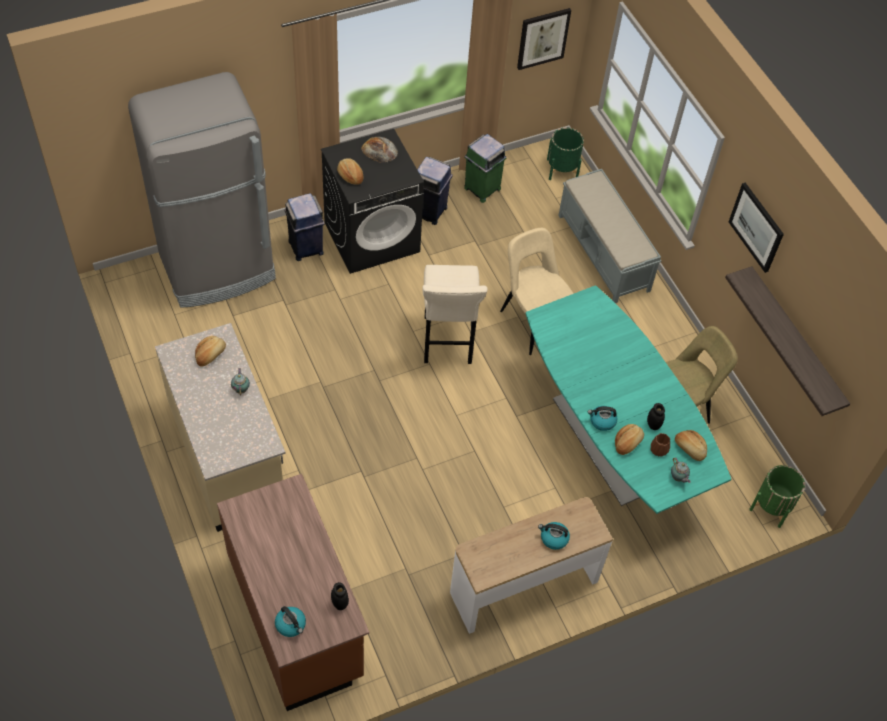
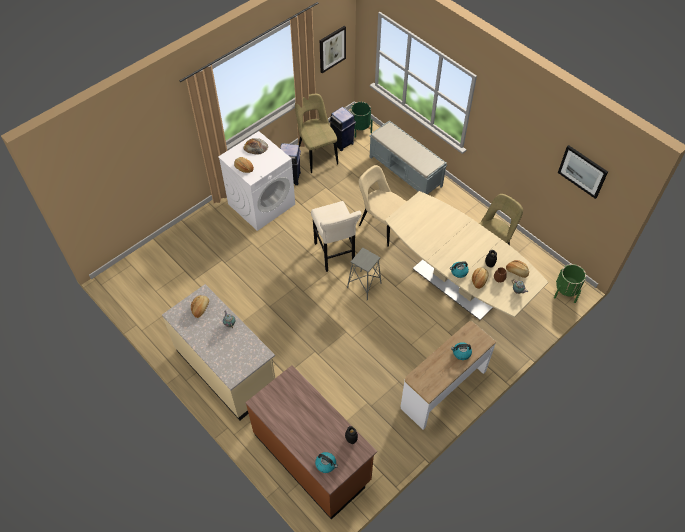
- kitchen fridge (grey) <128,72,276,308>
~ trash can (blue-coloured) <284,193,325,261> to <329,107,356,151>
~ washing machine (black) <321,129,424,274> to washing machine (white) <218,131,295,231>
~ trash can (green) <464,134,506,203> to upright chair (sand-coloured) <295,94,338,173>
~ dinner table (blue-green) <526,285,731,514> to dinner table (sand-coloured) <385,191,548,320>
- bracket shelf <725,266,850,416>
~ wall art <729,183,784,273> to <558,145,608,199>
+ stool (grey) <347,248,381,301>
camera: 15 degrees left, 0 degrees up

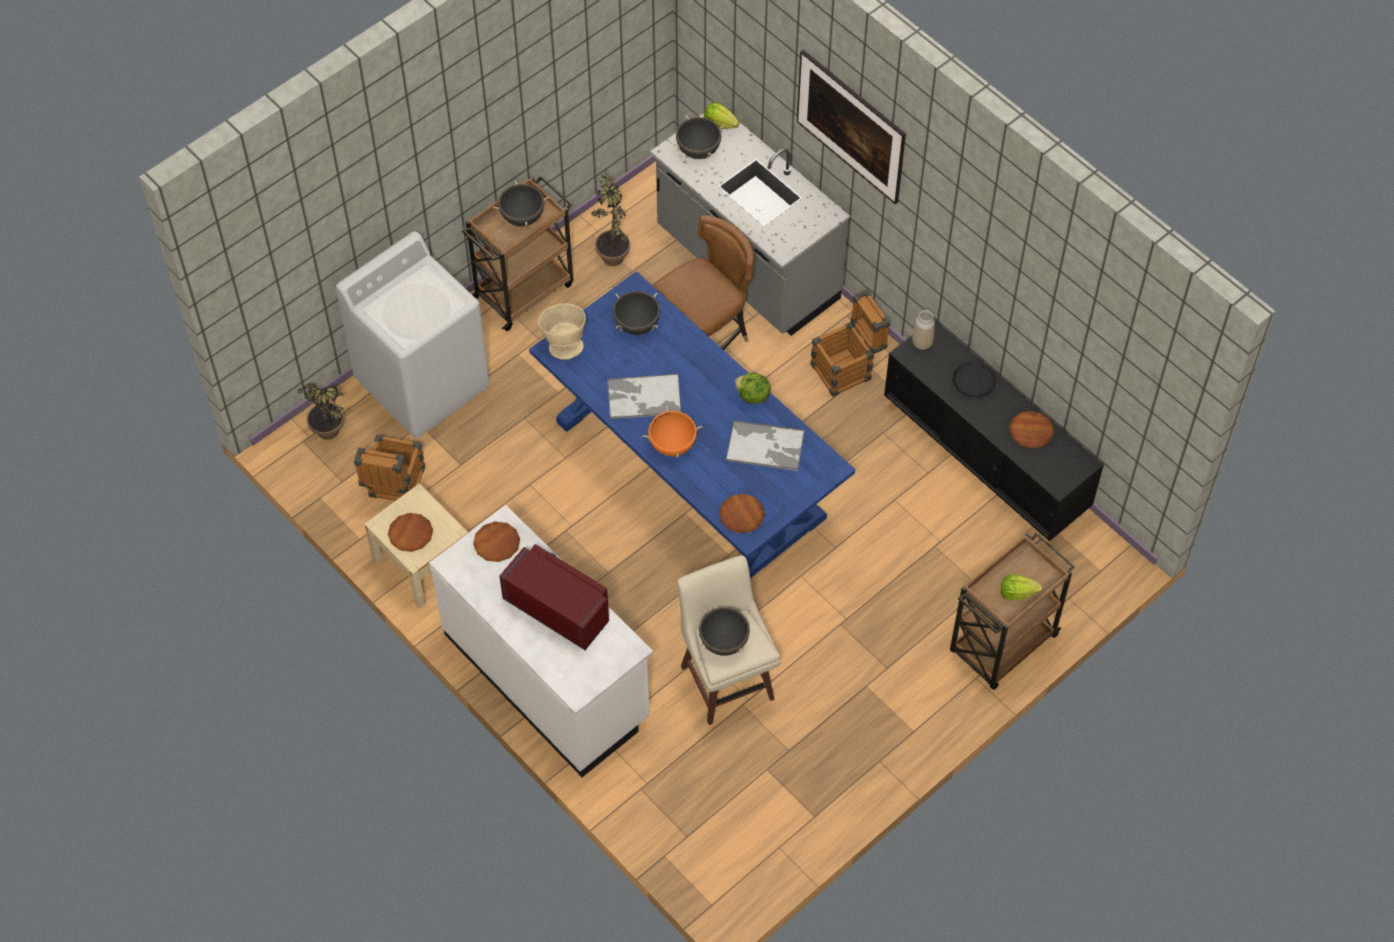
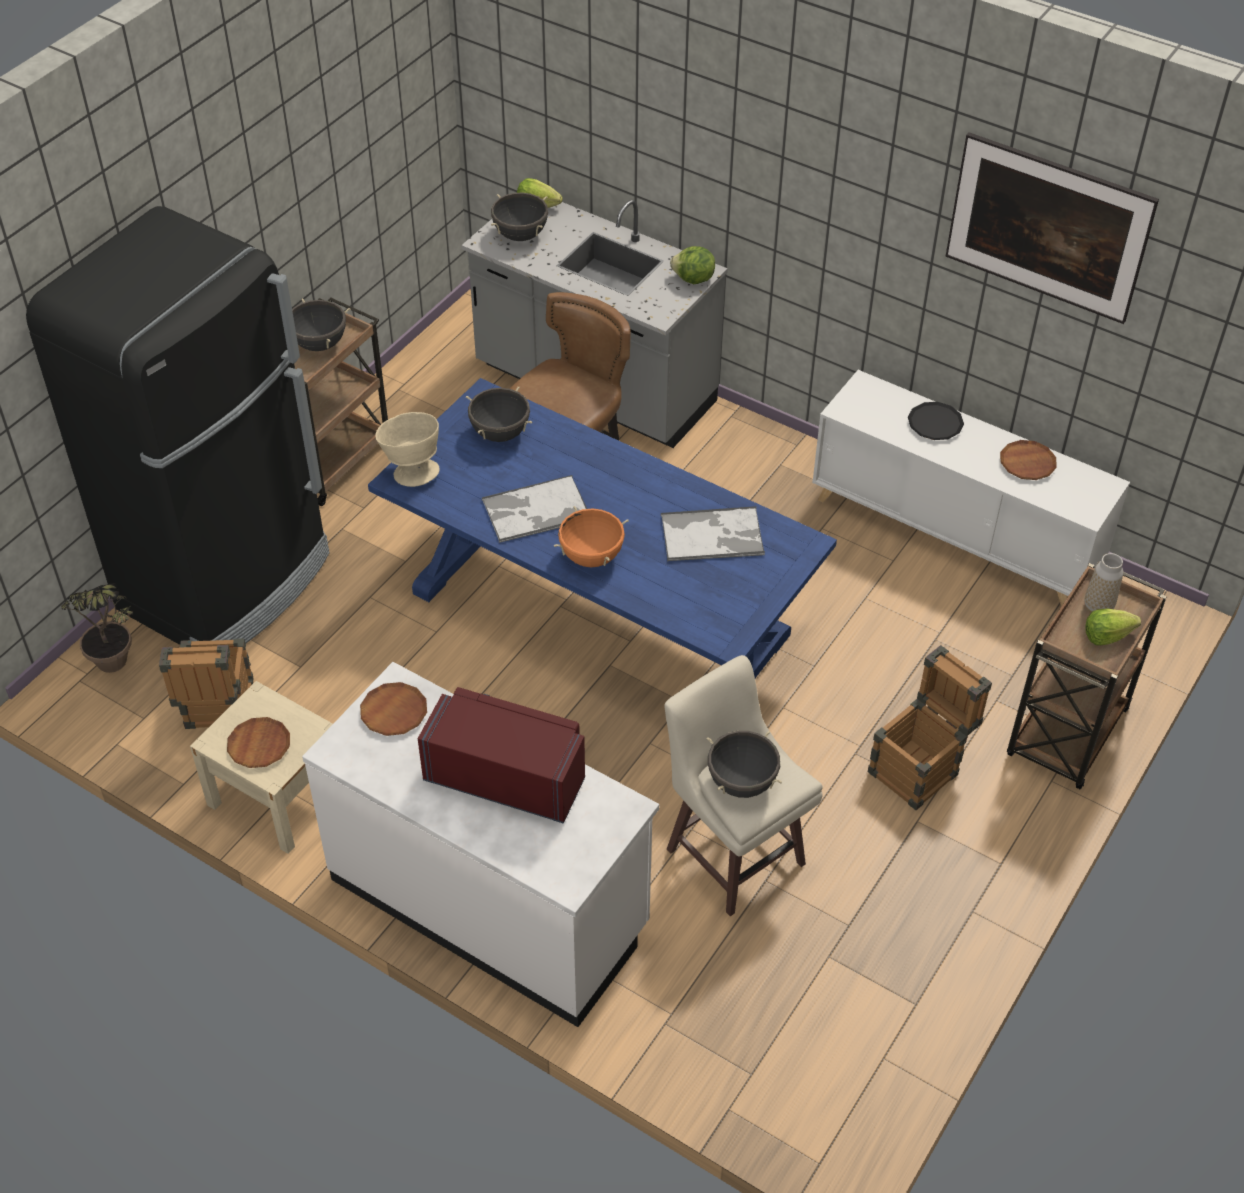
~ washing machine (white) <336,231,489,438> to kitchen fridge (black) <26,206,330,645>
- houseplant <591,165,630,266>
- plate (brownish) <719,494,765,533>
~ lettuce <735,373,771,404> to <670,246,715,284>
~ wall art <797,50,906,204> to <945,132,1159,324>
~ shipping crate <811,290,890,397> to <868,645,992,810>
~ cabinet (black) <884,320,1104,546> to cabinet (white) <812,370,1130,606>
~ vase <912,310,935,350> to <1085,553,1123,613>
camera: 15 degrees left, 10 degrees down

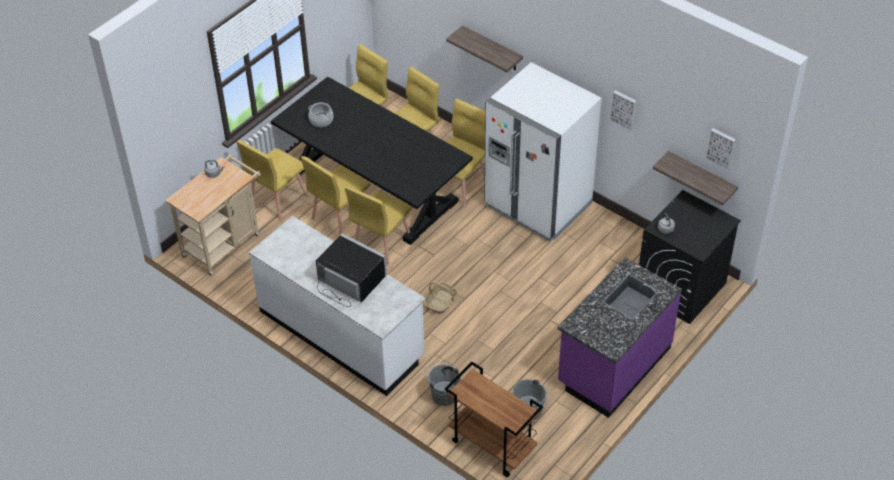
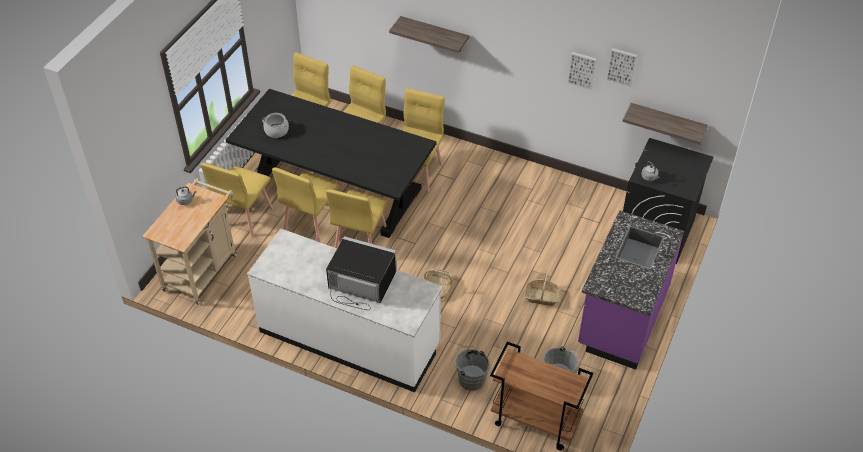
- kitchen fridge (white) <484,62,602,243>
~ wall art <706,128,736,170> to <607,48,637,87>
+ storage basket <525,272,560,306>
camera: 15 degrees left, 0 degrees up

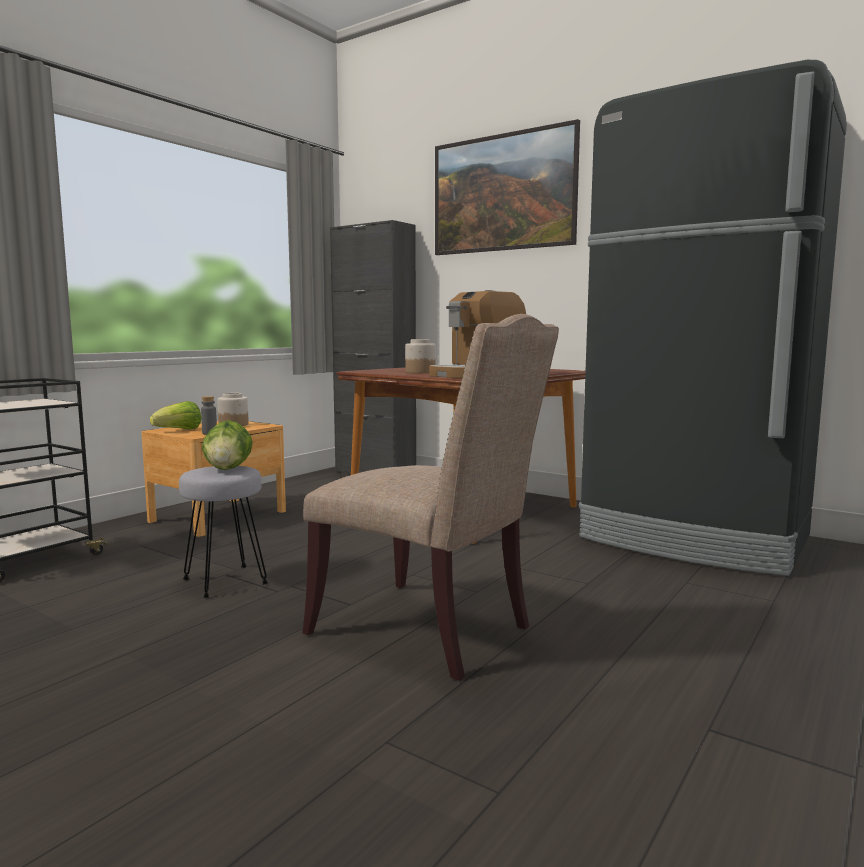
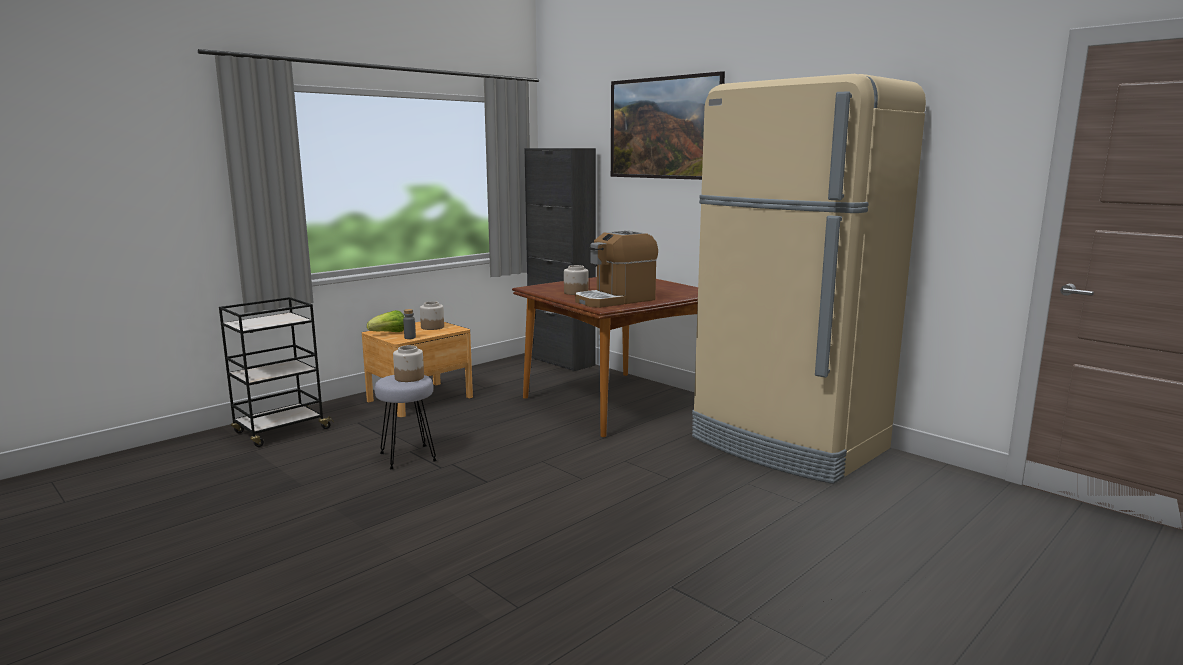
~ lettuce <202,420,253,470> to storage jar <393,345,424,382>
- upright chair (sand-coloured) <302,314,559,681>
~ kitchen fridge (black) <579,60,847,576> to kitchen fridge (sand-coloured) <692,74,926,484>
camera: 10 degrees right, 5 degrees up

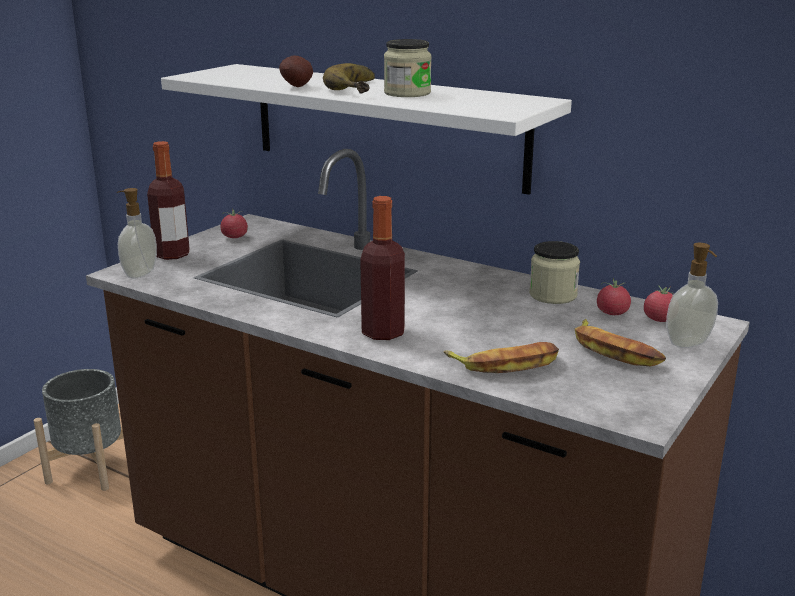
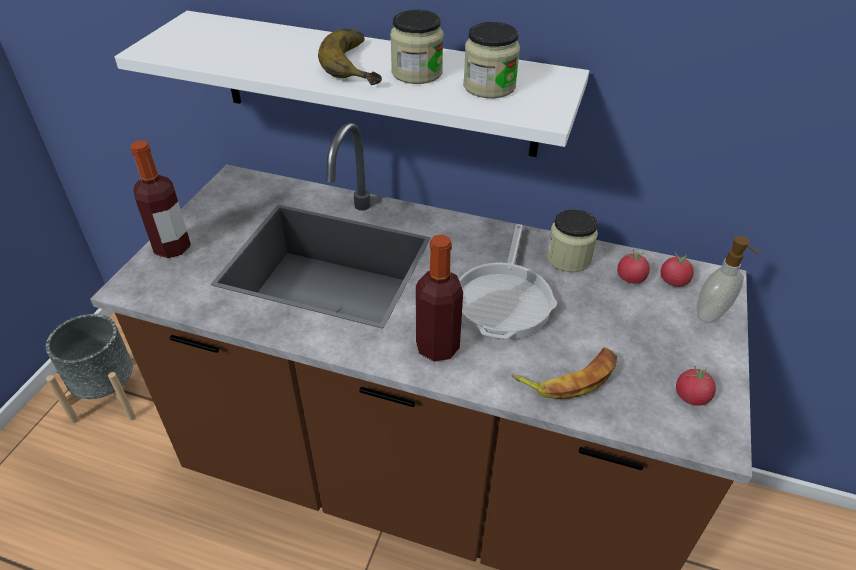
- soap bottle <117,188,157,279>
~ whole tomato <220,208,248,238> to <676,366,716,406>
- spud <279,56,313,87>
- whole banana <575,319,666,367>
+ frying pan <459,224,557,339>
+ storage jar <463,22,520,98>
camera: 15 degrees left, 20 degrees up

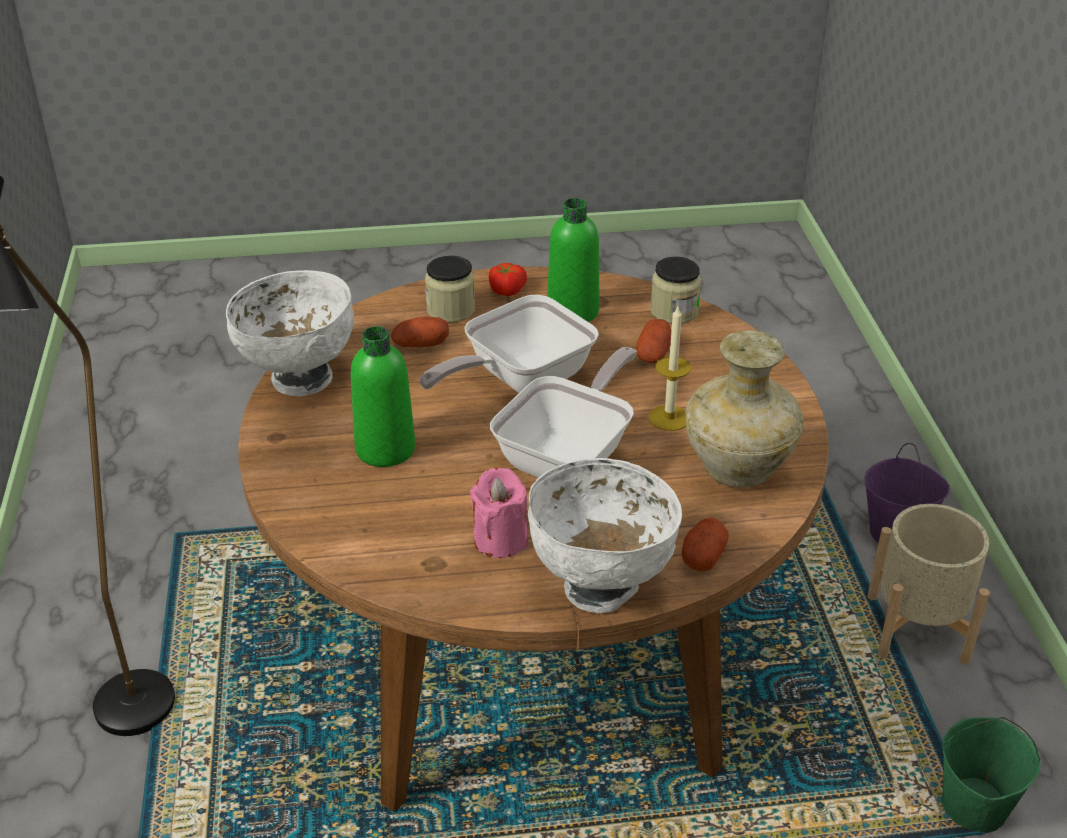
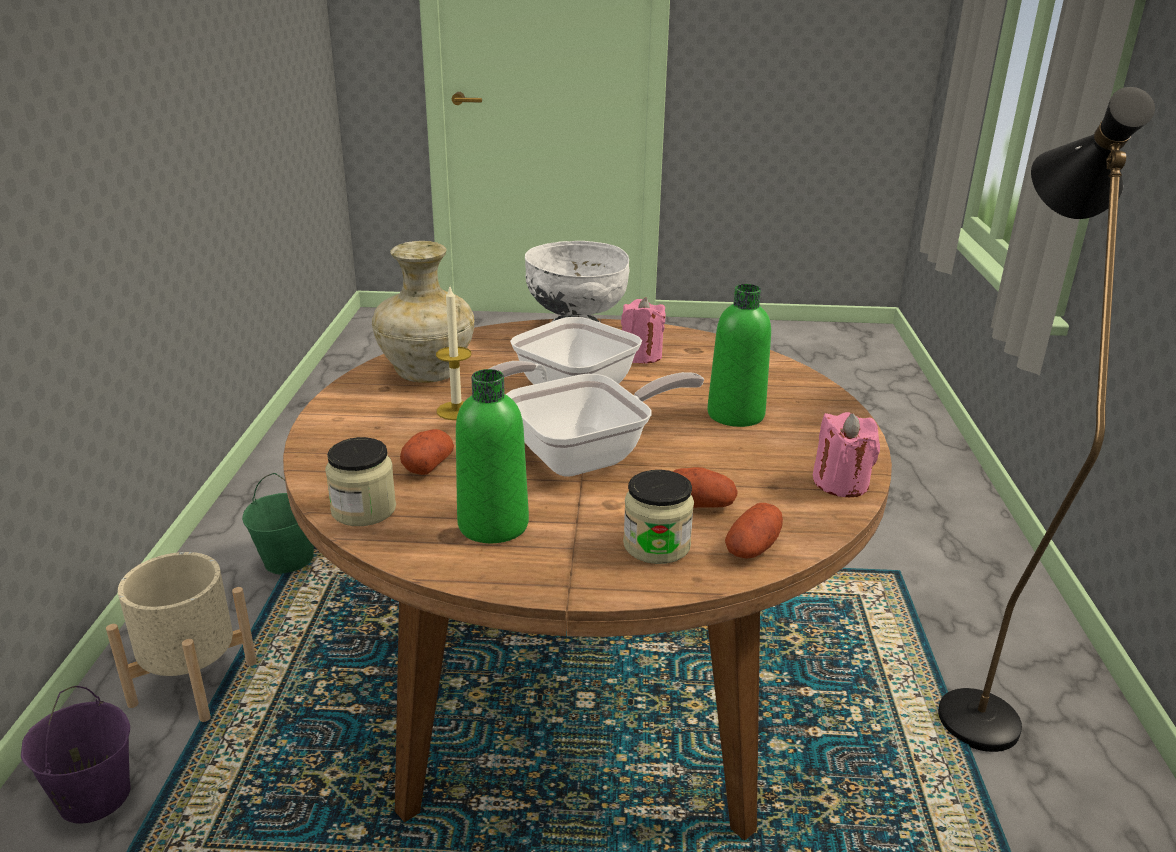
~ deep dish (white) <226,270,354,396> to wax candle (pink-coloured) <813,412,880,497>
- whole tomato <489,263,527,296>
~ spud <682,518,729,572> to <725,503,783,559>
camera: 170 degrees left, 10 degrees down

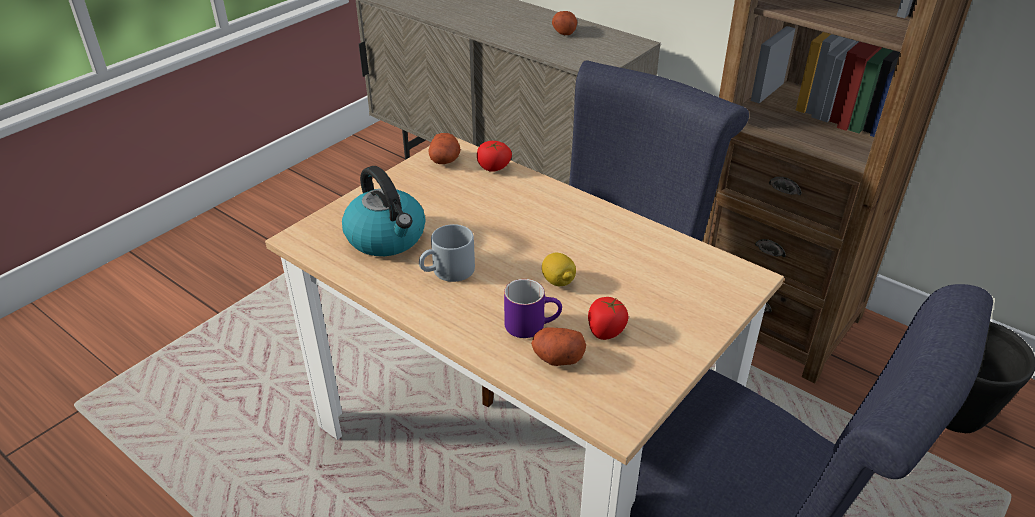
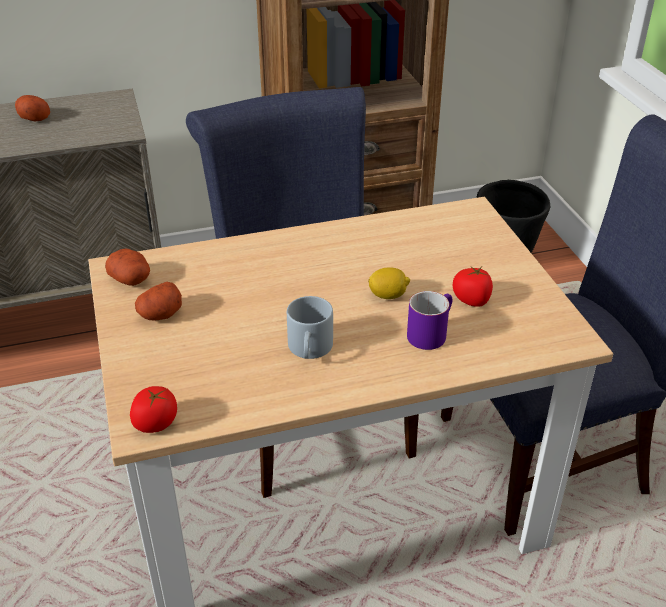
- tea kettle <342,166,425,256>
~ whole tomato <477,141,512,172> to <130,386,177,433>
~ spud <531,327,586,366> to <135,282,182,321>
camera: 55 degrees left, 0 degrees up

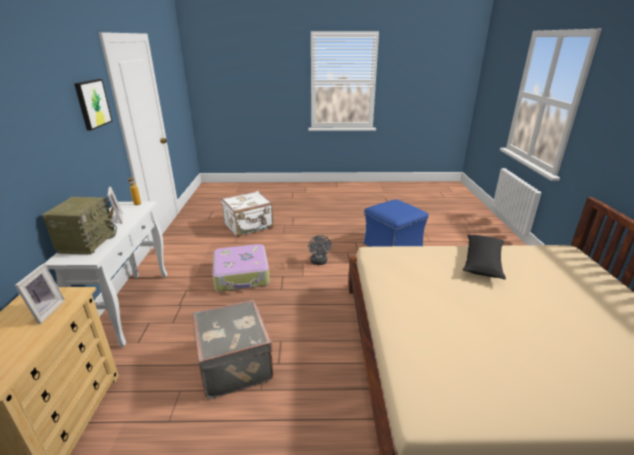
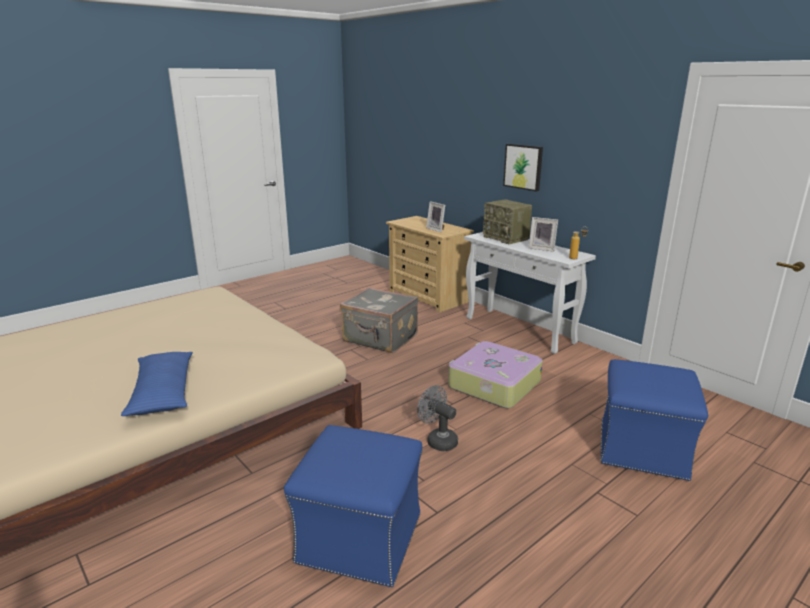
~ wall art <74,79,113,130> to <503,144,543,191>
~ piece of luggage (white) <221,191,274,237> to ottoman (blue-coloured) <600,359,708,481>
~ cushion (black) <463,234,506,279> to cushion (blue-coloured) <121,352,193,416>
camera: 140 degrees right, 5 degrees down

